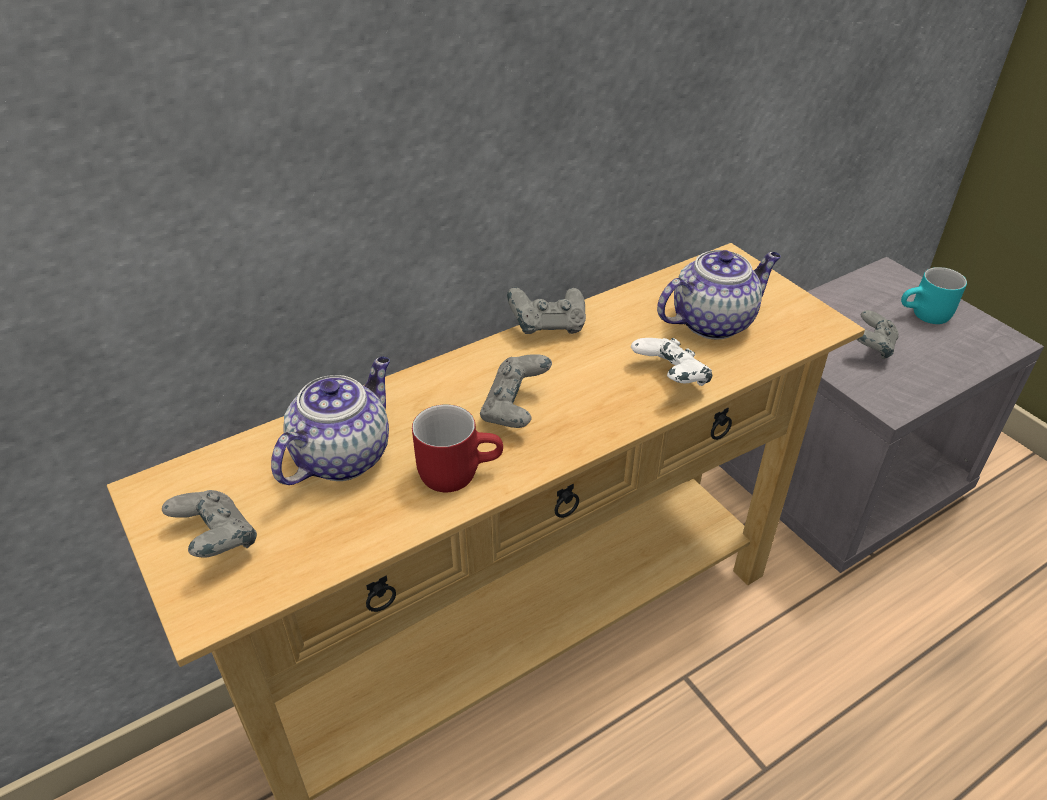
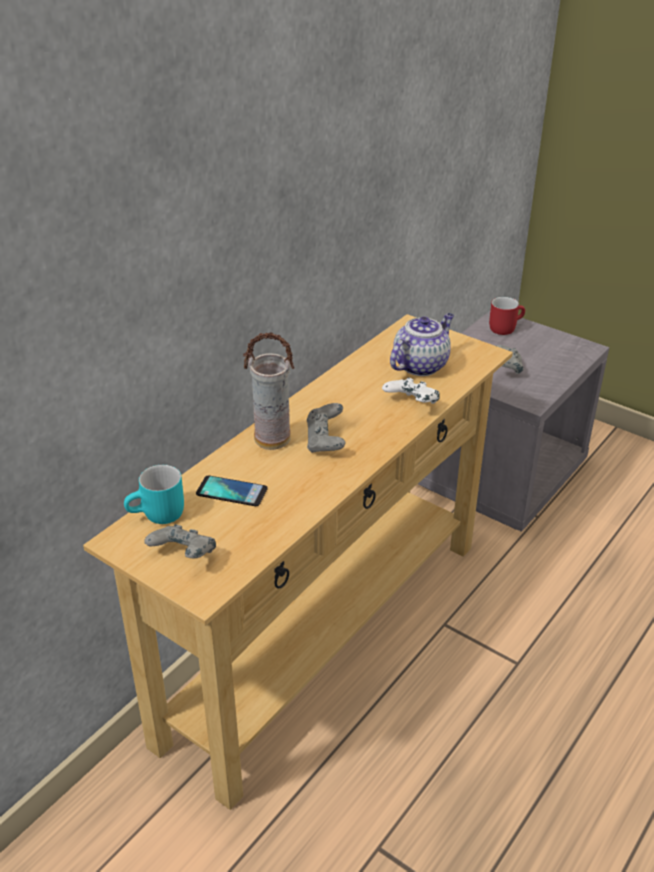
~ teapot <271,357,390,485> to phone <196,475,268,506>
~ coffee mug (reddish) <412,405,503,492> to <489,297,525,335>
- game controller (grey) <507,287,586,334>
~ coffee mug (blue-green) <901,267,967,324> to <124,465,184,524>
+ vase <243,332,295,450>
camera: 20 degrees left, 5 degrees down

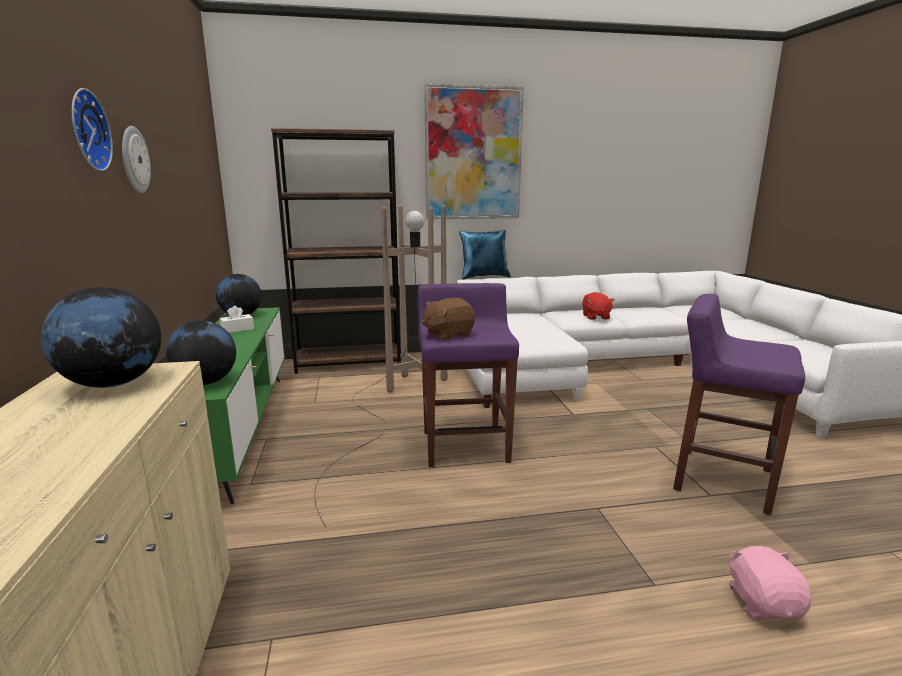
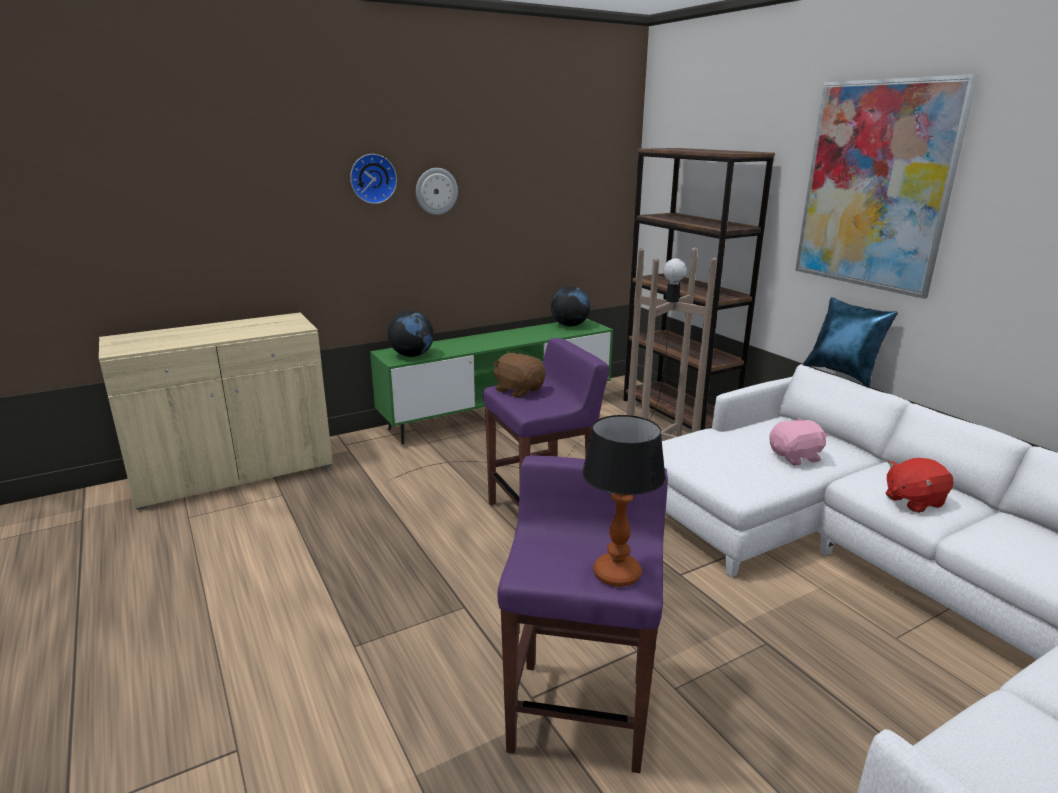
- desk globe <41,287,161,388>
- box of tissues (white) <220,306,254,333>
~ plush toy (pink-coloured) <729,546,811,620> to <769,418,828,466>
+ lamp for a table <582,415,666,587>
camera: 70 degrees right, 5 degrees up

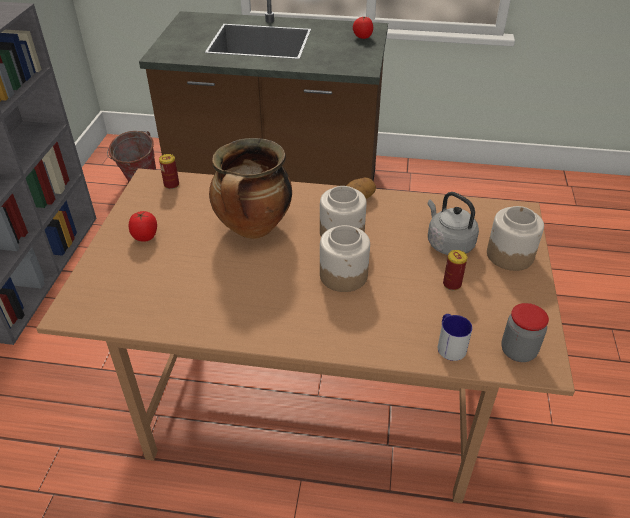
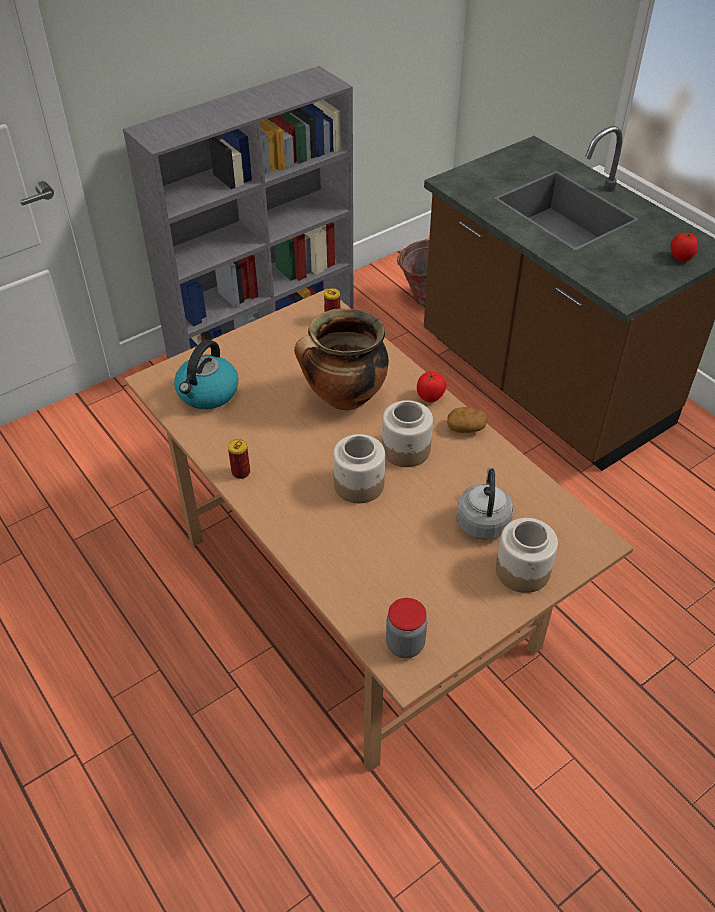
~ whole tomato <129,211,157,242> to <417,371,446,403>
- coffee mug <438,314,472,361>
~ sealed can <443,250,467,290> to <228,439,250,479>
+ tea kettle <174,340,239,409>
camera: 45 degrees right, 5 degrees up

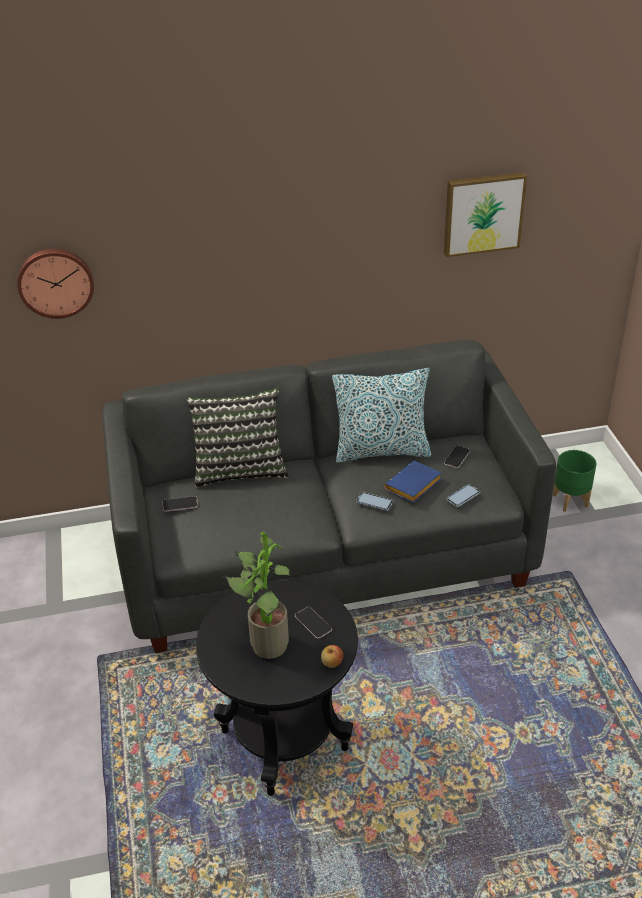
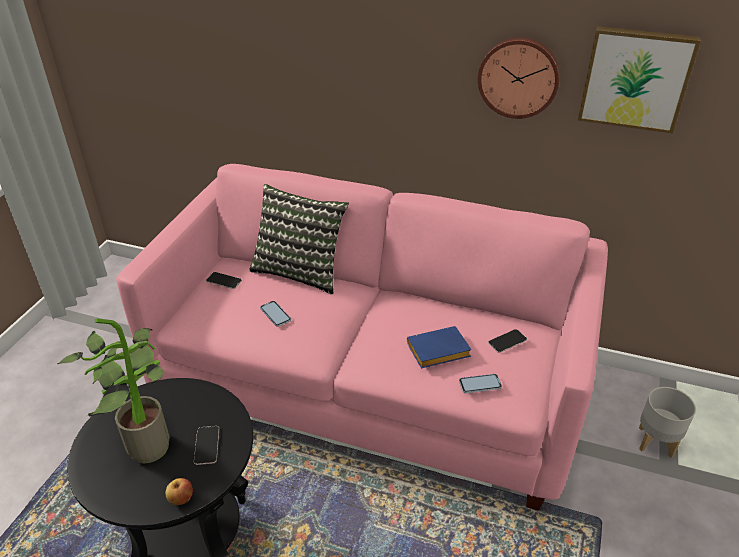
~ wall clock <17,249,94,319> to <478,37,560,119>
~ settee (grey) <102,339,556,653> to settee (pink-coloured) <116,164,608,511>
- cushion <332,368,431,463>
~ phone <356,492,393,511> to <260,301,291,327>
~ plant pot (green) <553,450,597,512> to plant pot (grey) <639,387,696,458>
camera: 30 degrees right, 0 degrees up

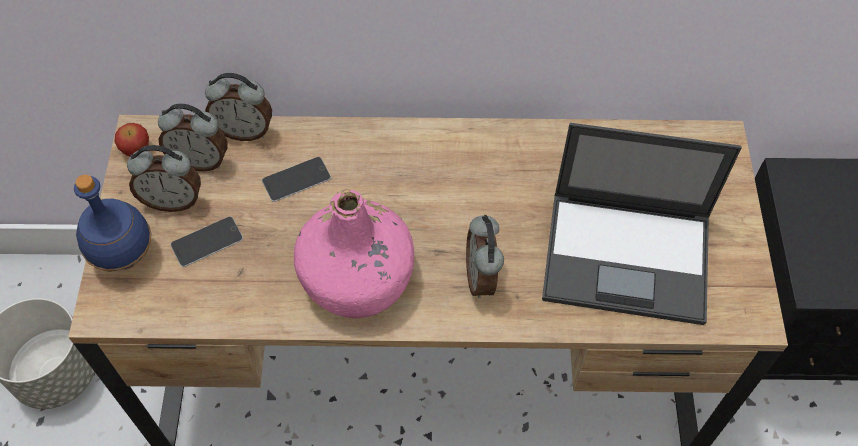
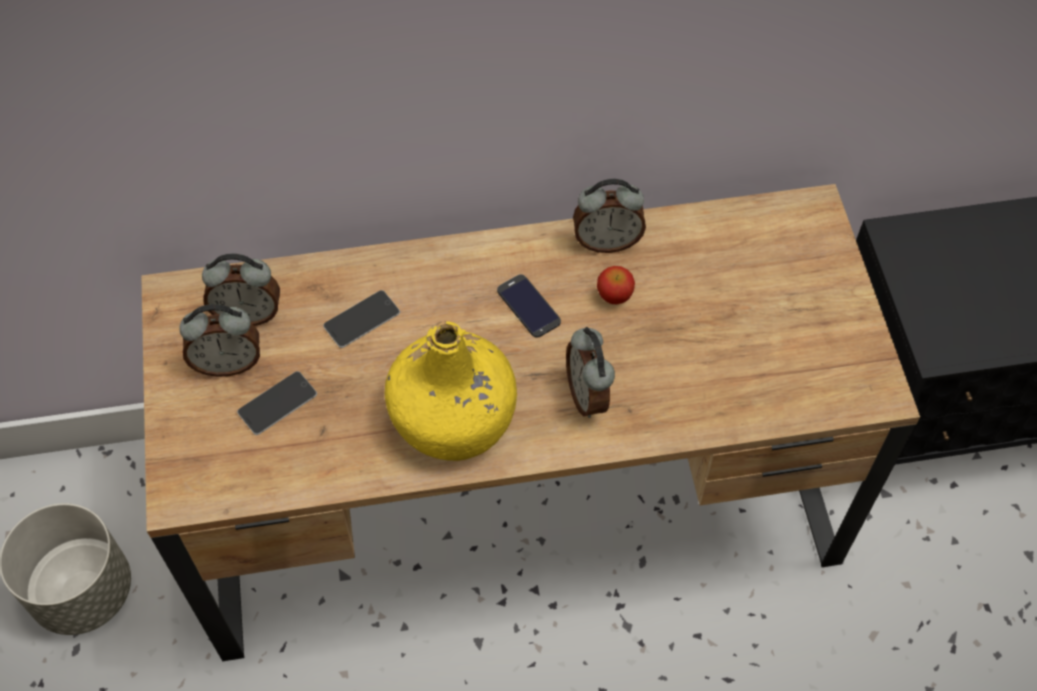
- drink bottle (blue-coloured) <74,175,152,272>
~ apple fruit <114,123,149,156> to <597,266,635,304>
~ alarm clock <205,73,272,141> to <573,179,646,253>
~ drink bottle (pink-coloured) <294,189,414,318> to drink bottle (yellowish) <385,321,517,461>
- laptop <542,123,742,325>
+ phone <497,274,561,338>
camera: 10 degrees left, 0 degrees up

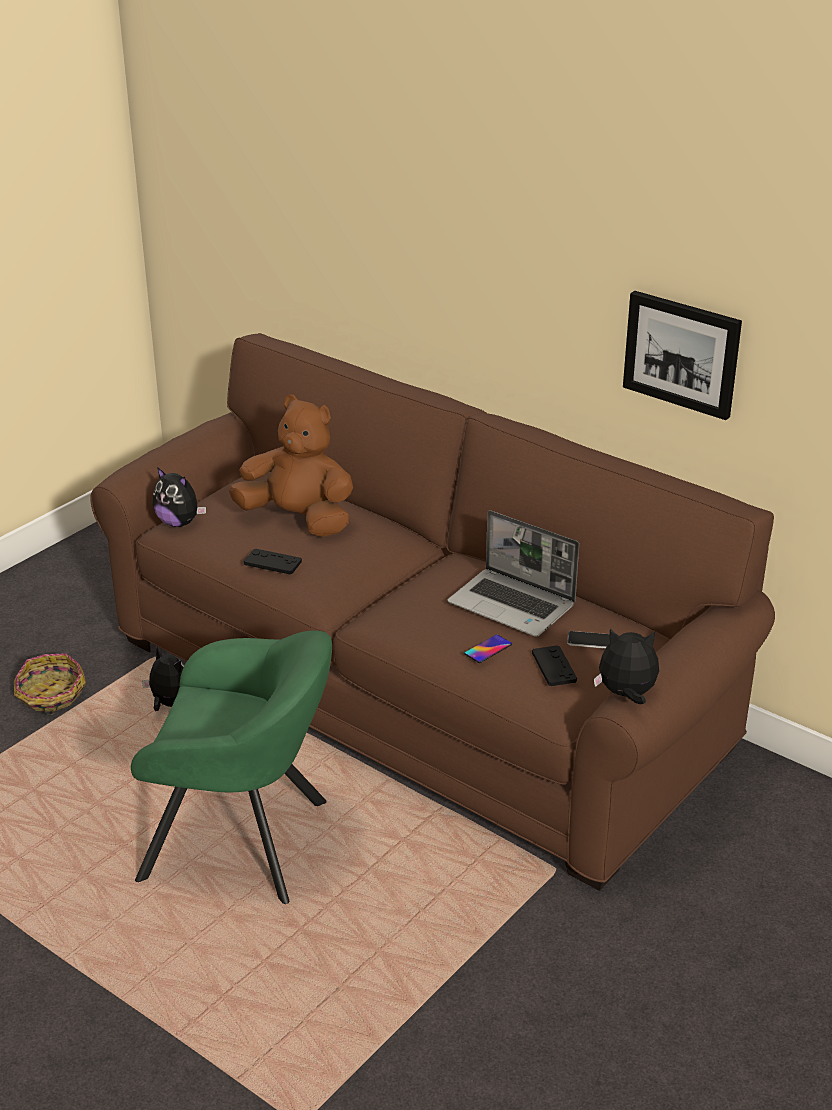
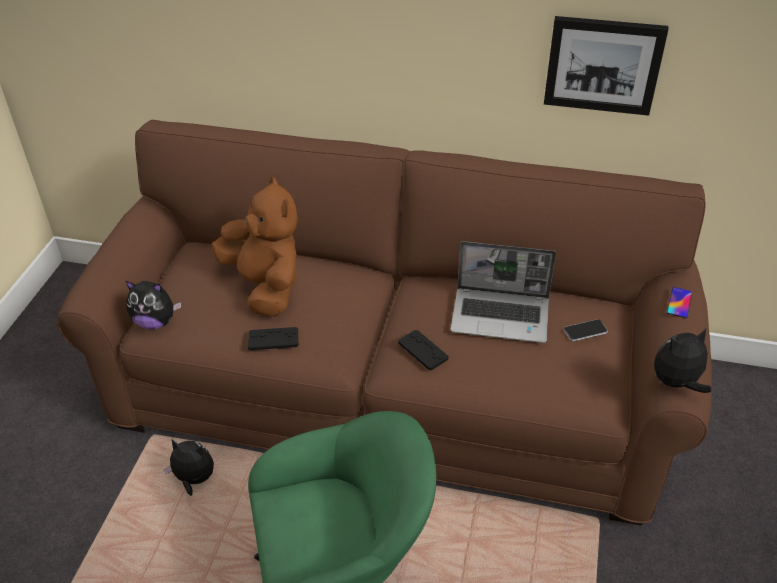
- storage basket <14,653,86,716>
~ plush toy (brownish) <229,395,353,537> = <211,177,298,317> 60 degrees clockwise
~ phone <464,634,512,663> to <667,287,692,318>
~ game controller (black) <532,645,577,686> to <398,330,448,370>
camera: 25 degrees left, 10 degrees up

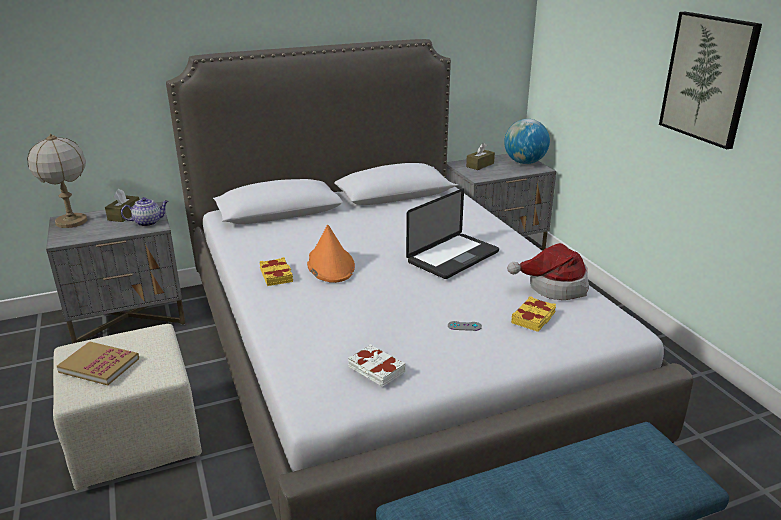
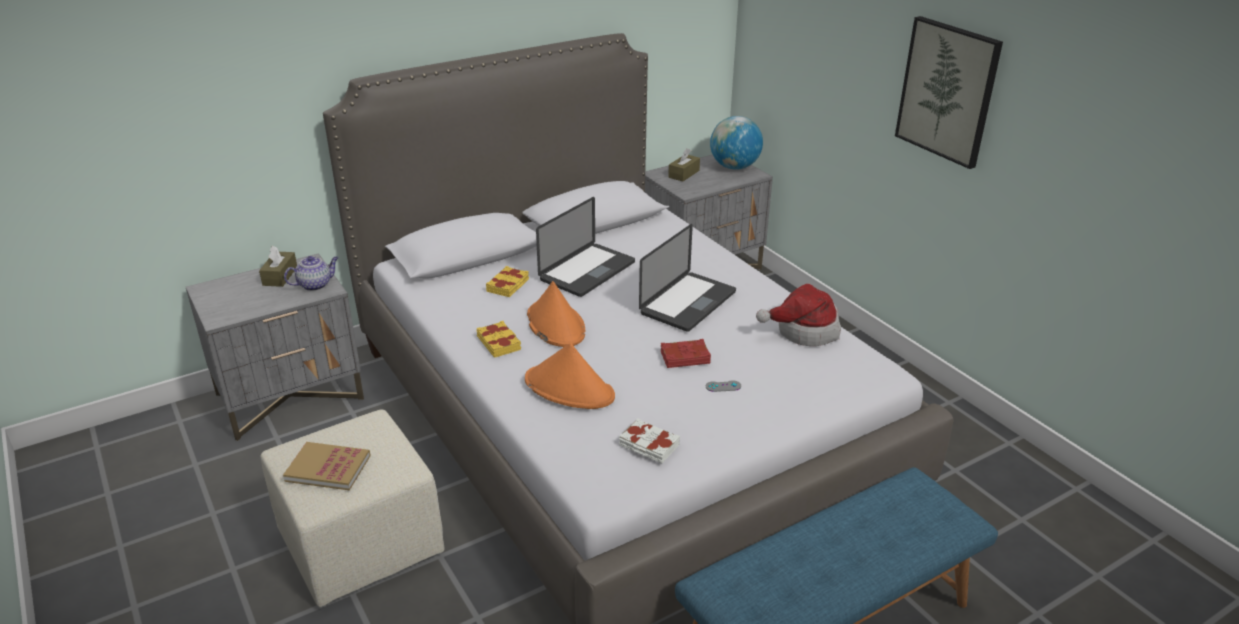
- lamp for a table <27,133,87,228>
~ book (yellowish) <511,296,556,332> to <486,266,529,297>
+ wearable hat (orange) <525,343,615,409>
+ laptop <536,197,635,297>
+ book (reddish) <661,339,711,368>
camera: 10 degrees left, 5 degrees up

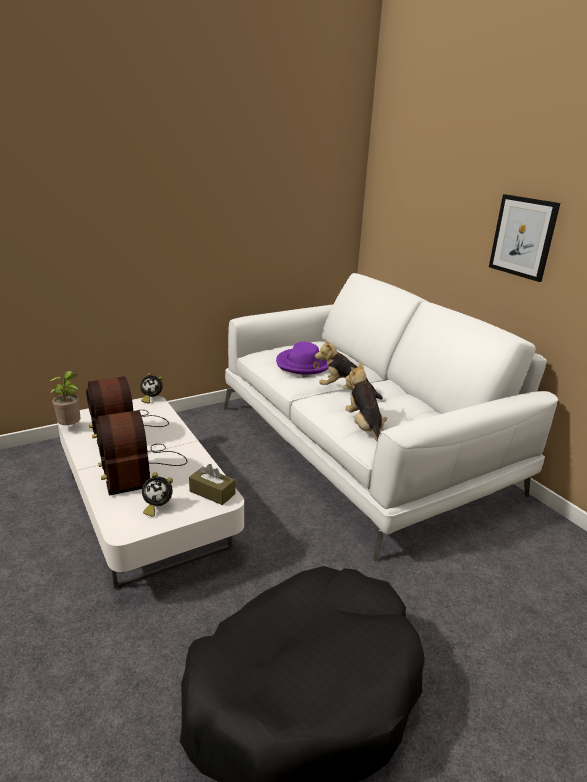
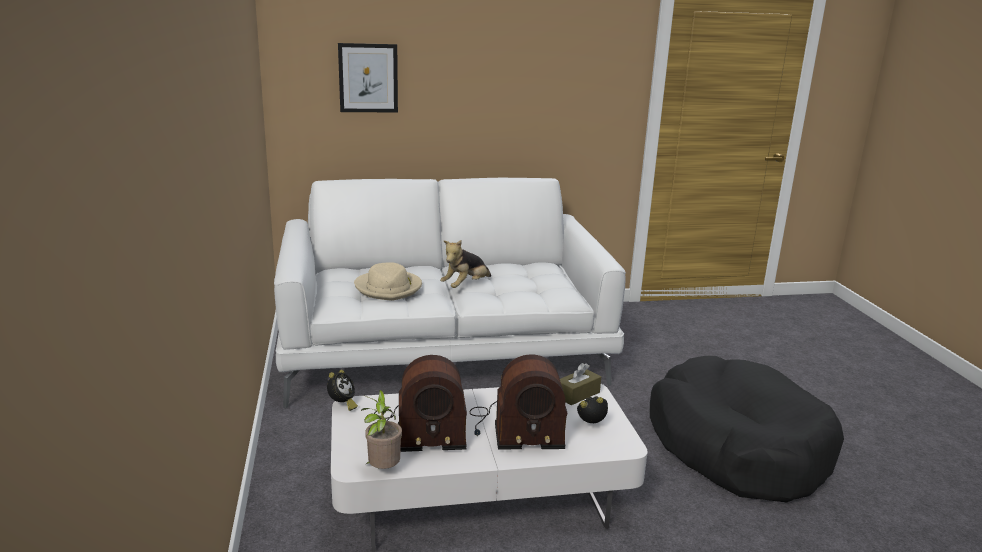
~ alarm clock <142,472,173,517> = <577,396,608,423> 120 degrees counterclockwise
~ wearable hat (purple-coloured) <276,342,328,375> to wearable hat (sand-coloured) <354,262,422,301>
- plush toy <345,362,387,441>
~ wall art <489,194,560,282> to <338,43,398,112>
camera: 70 degrees left, 5 degrees down

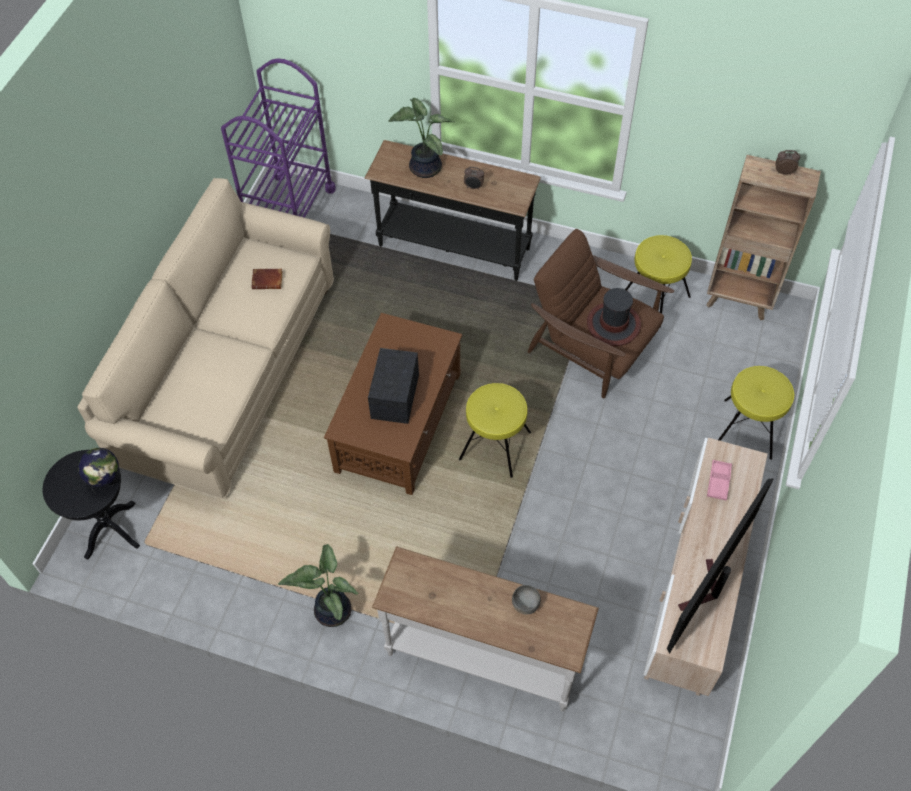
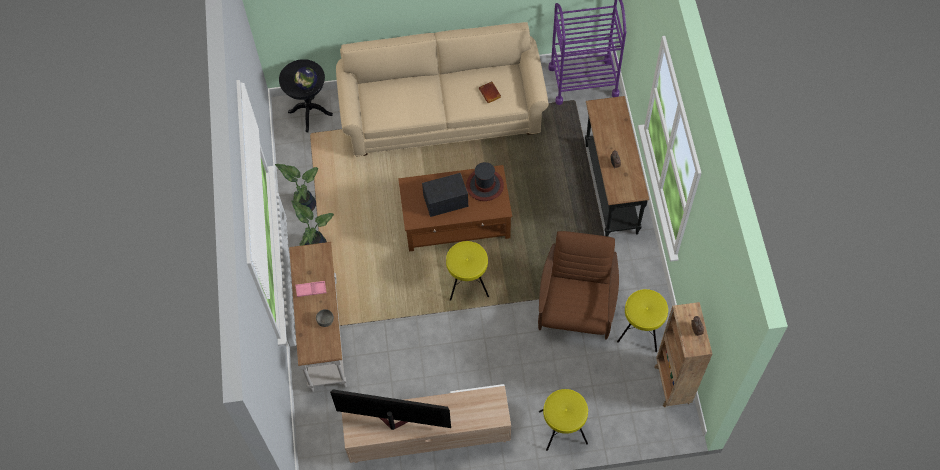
~ houseplant <388,98,455,178> to <275,164,319,211>
~ wearable hat <587,288,641,346> to <466,162,504,201>
~ carrying tray (pink-coloured) <707,460,732,501> to <295,281,327,297>
camera: 65 degrees right, 5 degrees up

